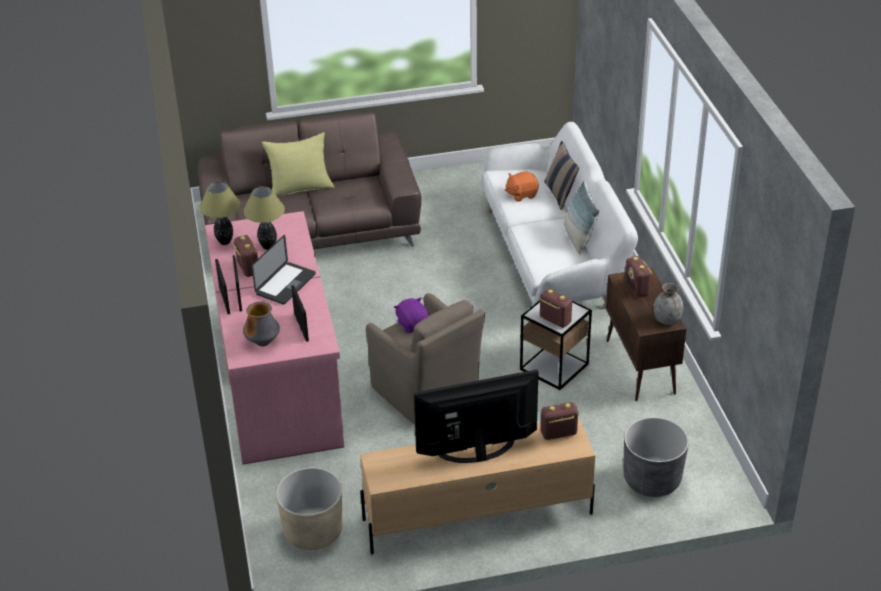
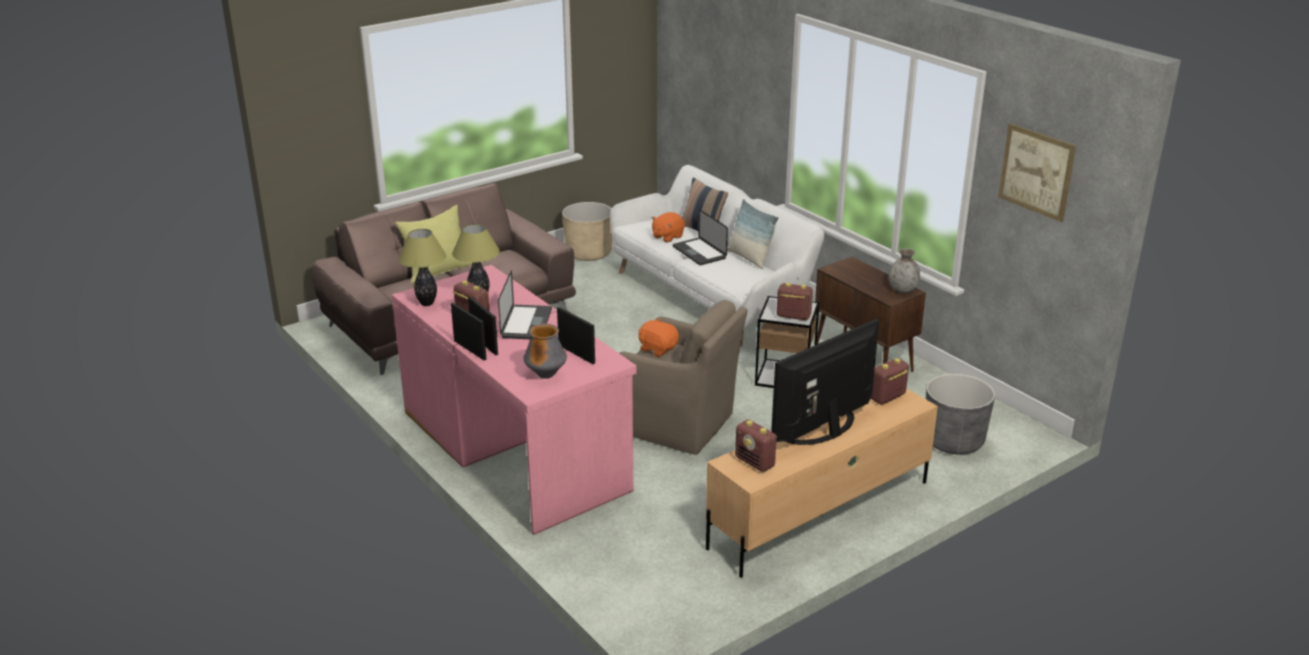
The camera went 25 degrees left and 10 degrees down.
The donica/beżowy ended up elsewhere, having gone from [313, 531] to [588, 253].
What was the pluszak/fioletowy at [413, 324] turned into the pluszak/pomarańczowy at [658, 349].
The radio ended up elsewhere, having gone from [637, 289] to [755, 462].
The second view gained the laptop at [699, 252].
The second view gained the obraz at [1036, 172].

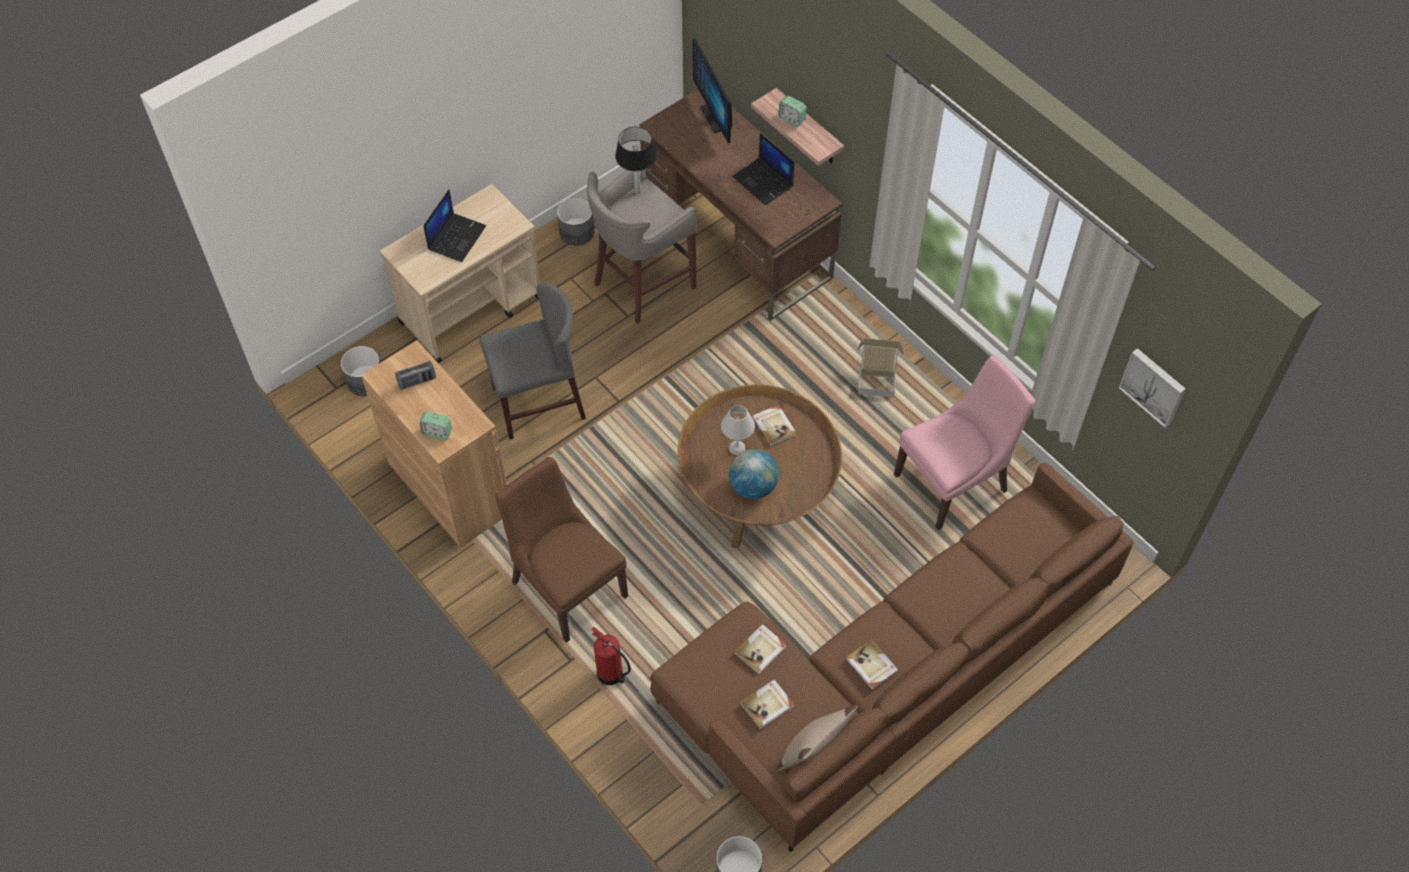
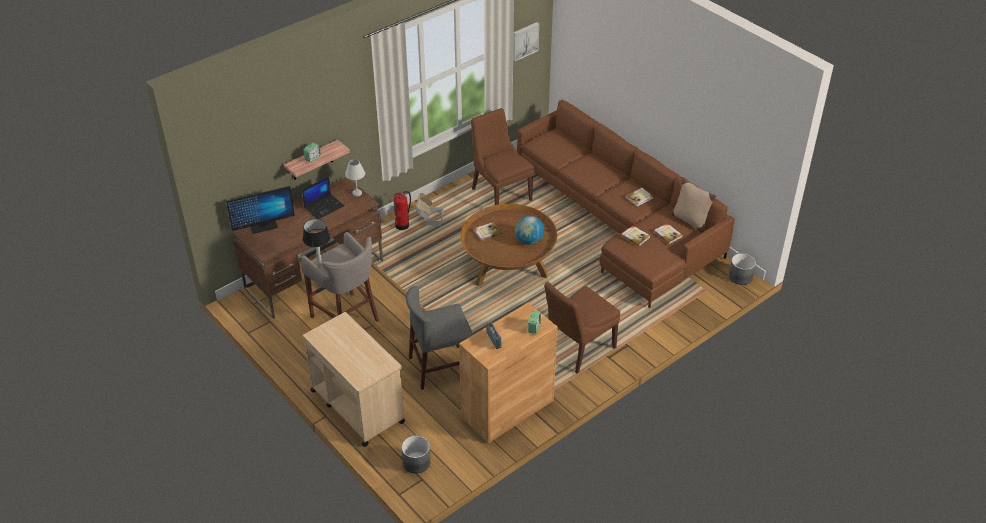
The camera went 90 degrees left and 15 degrees down.
The second view lost the laptop at [456, 237].
The krzesło/szary at [538, 403] ended up facing another way, 90 degrees counterclockwise from before.
The second view lost the donica/szary at [576, 232].
The gaśnica ended up elsewhere, having gone from [611, 675] to [403, 225].
The lampa stołowa/biały ended up elsewhere, having gone from [736, 448] to [356, 193].
What was the krzesło/różowy at [954, 481] turned into the krzesło/brązowy at [500, 193].

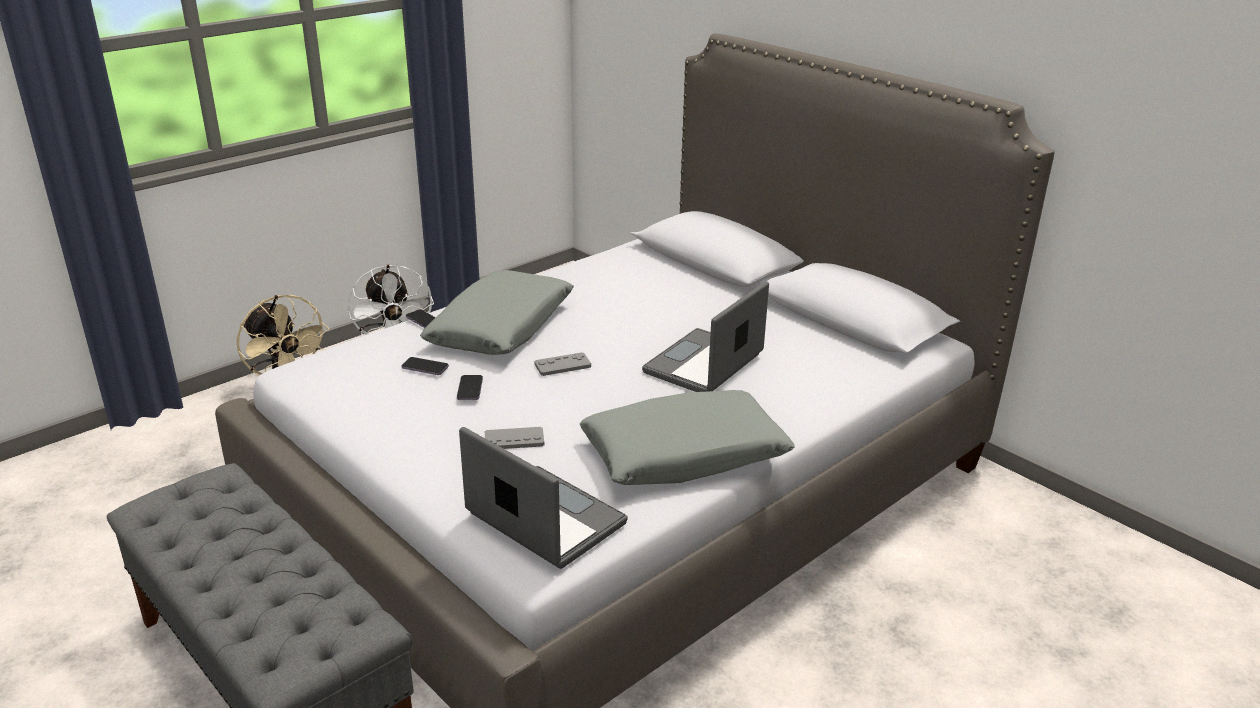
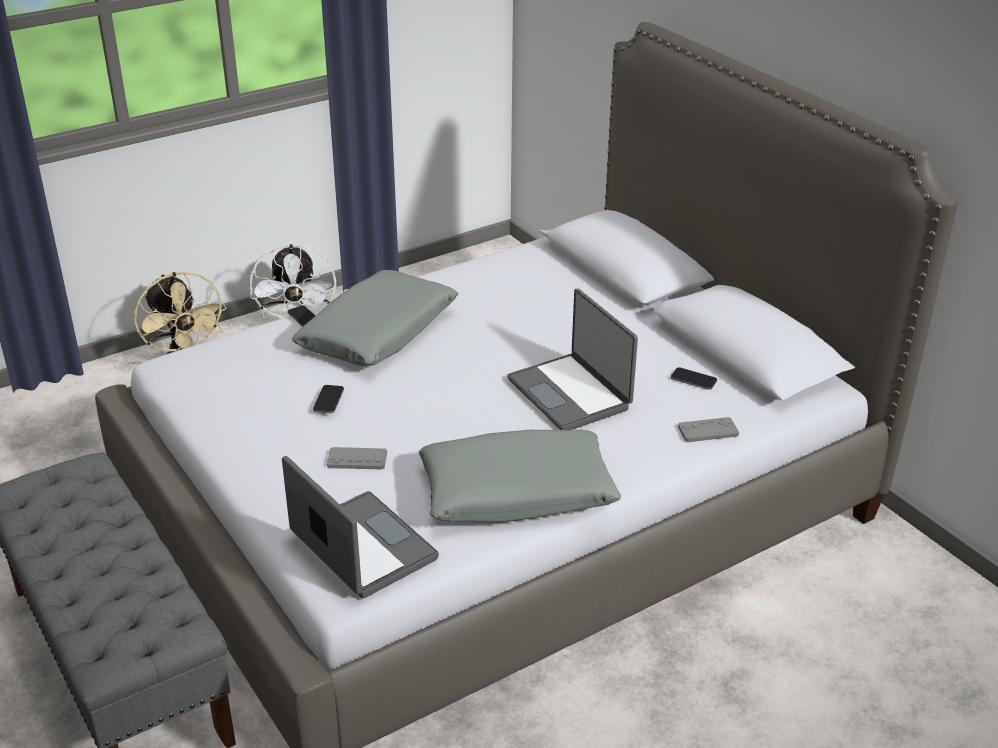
The camera went 10 degrees right and 5 degrees up.
The telefon ended up elsewhere, having gone from [425, 368] to [693, 380].
The pad do gier/szary ended up elsewhere, having gone from [562, 365] to [708, 431].
The laptop at [705, 365] ended up facing another way, 75 degrees counterclockwise from before.

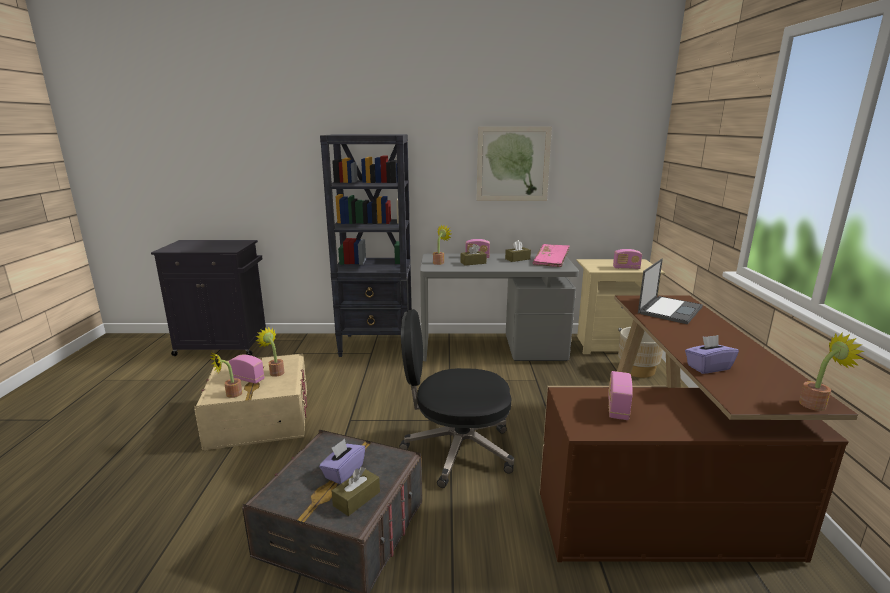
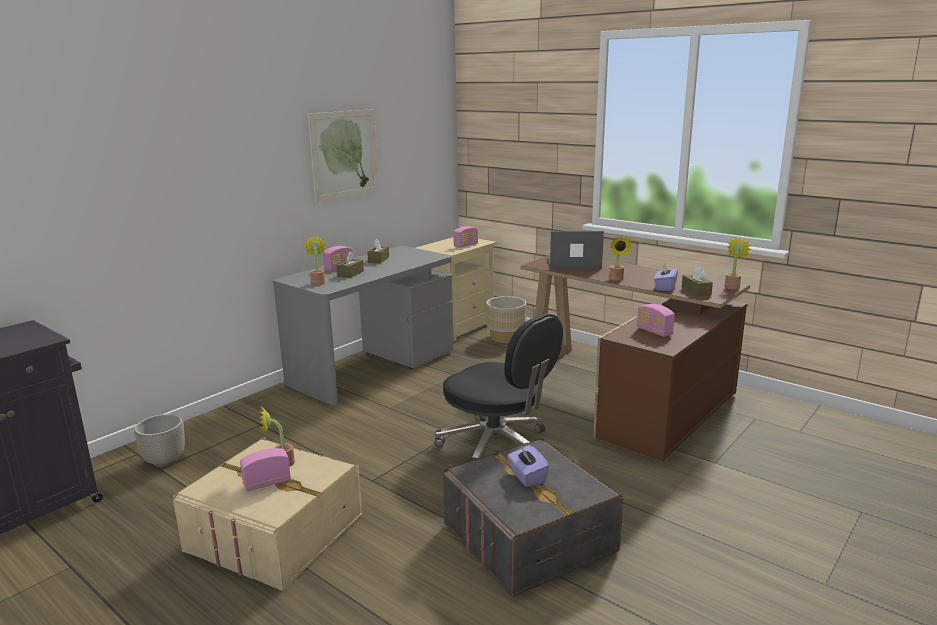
The camera went 50 degrees left and 0 degrees up.
The roślina doniczkowa ended up elsewhere, having gone from [230, 395] to [617, 279].
The second view lost the regał/czarny at [377, 345].
The pudełko chusteczek/brązowy ended up elsewhere, having gone from [356, 499] to [696, 291].
The krzesło biurowe/czarny at [456, 450] ended up facing another way, 90 degrees counterclockwise from before.
The second view lost the książka/różowy at [551, 262].
The laptop at [670, 310] ended up facing another way, 75 degrees counterclockwise from before.
The second view gained the donica/szary at [165, 461].

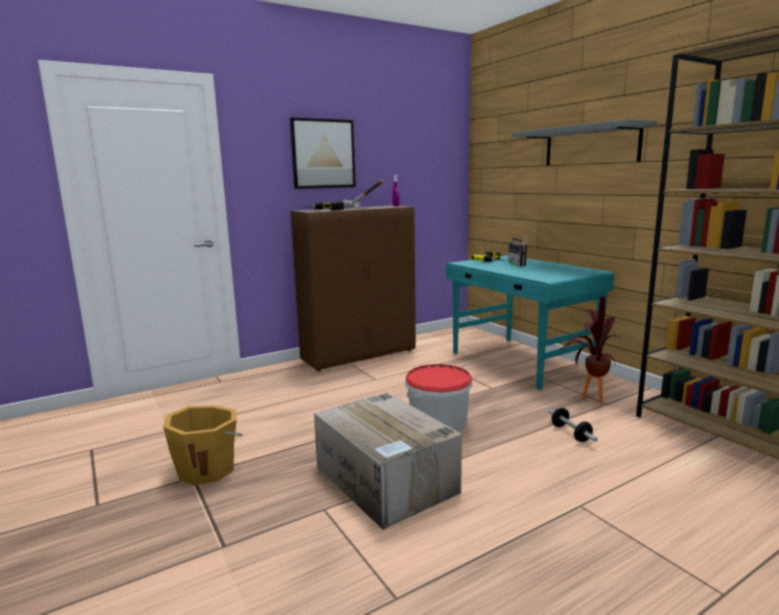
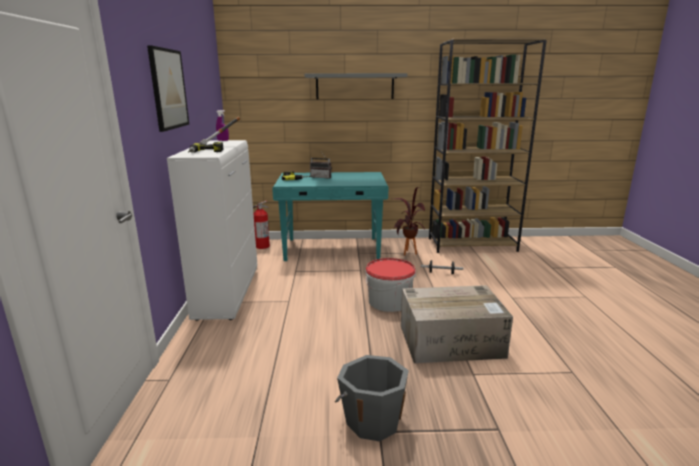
The camera went 60 degrees left and 5 degrees up.
What was the wiadro/pomarańczowy at [207, 469] turned into the wiadro/szary at [372, 420].
What was the szafka/brązowy at [360, 355] turned into the szafka/biały at [227, 293].
The second view gained the gaśnica at [262, 246].

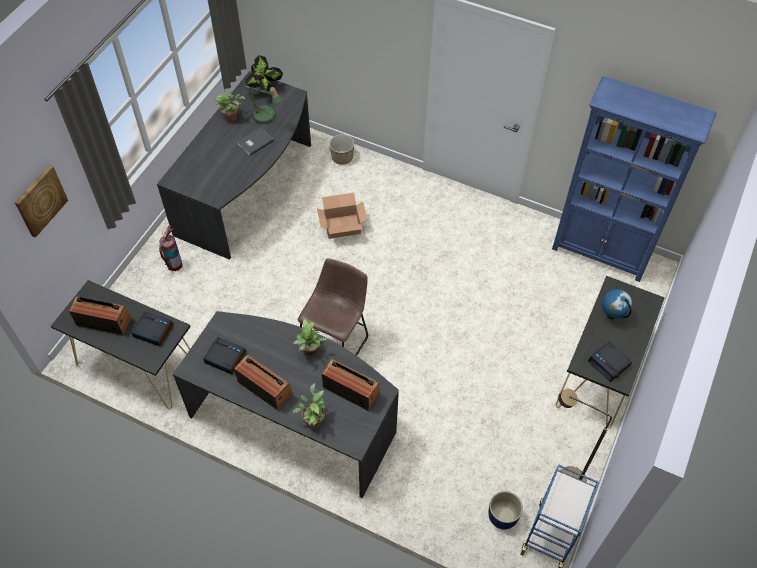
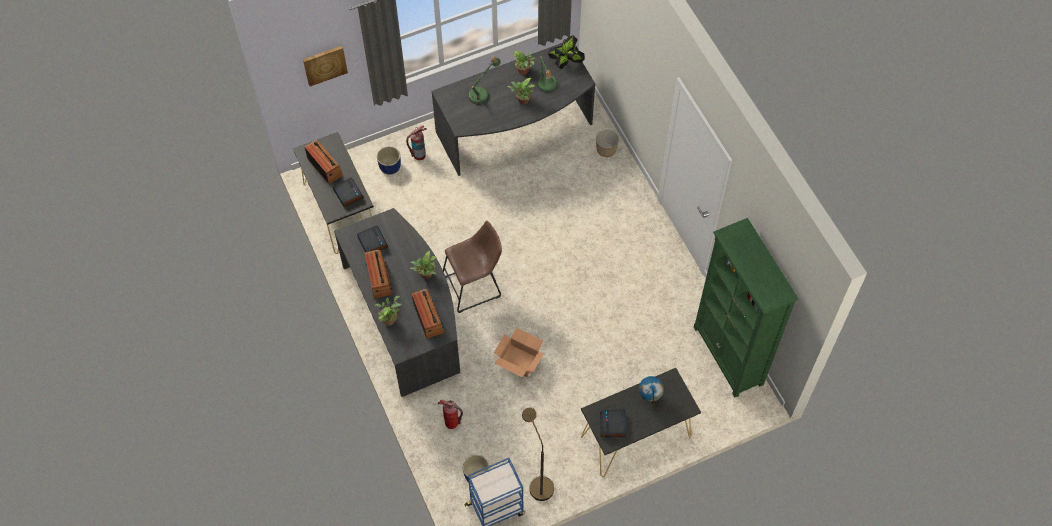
The camera went 40 degrees right and 5 degrees up.
Where the książka/szary stood at [254, 142], the roślina doniczkowa came to stand at [522, 101].
The karton ended up elsewhere, having gone from [342, 226] to [518, 360].
What was the regał/niebieski at [601, 252] turned into the regał/zielony at [728, 356].
The second view gained the donica/niebieski at [390, 167].
The second view gained the gaśnica at [451, 423].
The second view gained the lampa stołowa at [481, 94].

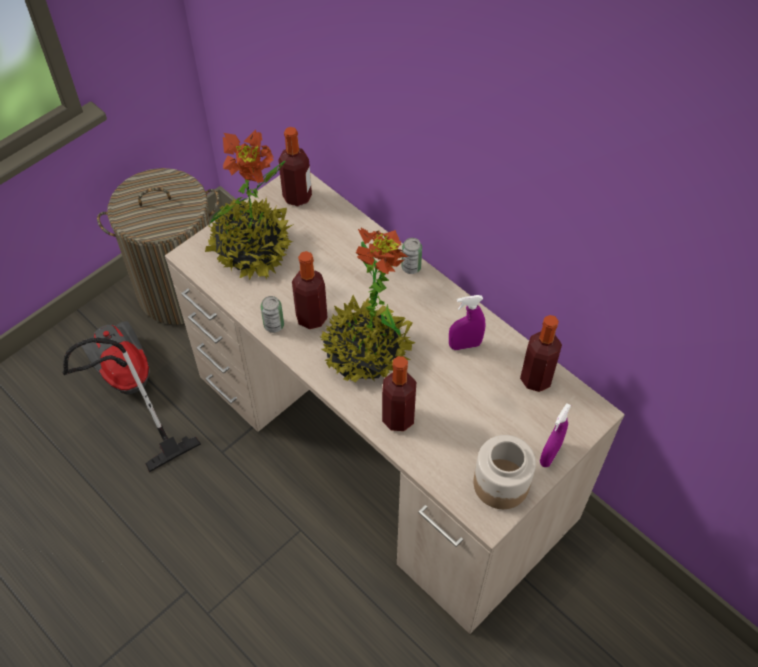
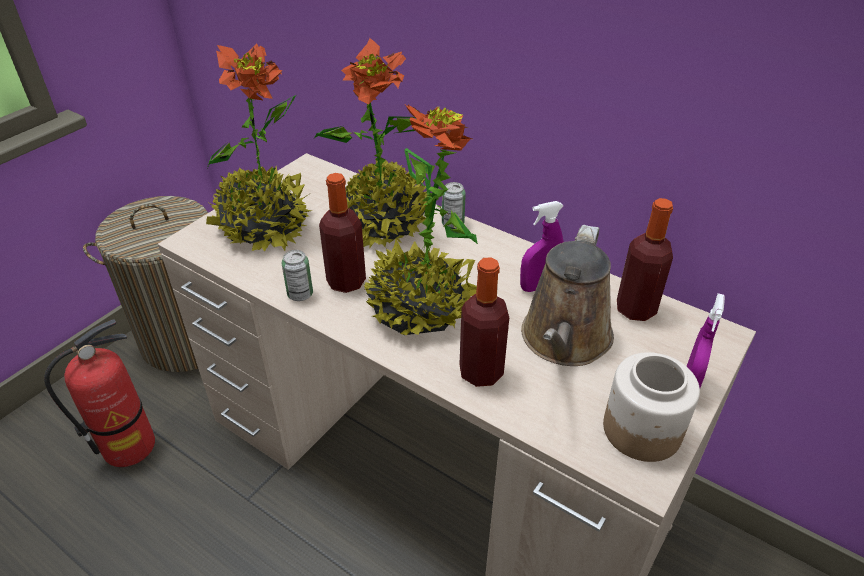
The camera went 10 degrees left and 15 degrees down.
Where the odkurzacz stood at [128, 390], the gaśnica came to stand at [129, 446].
The second view lost the butelka at [297, 196].
The second view gained the roślina doniczkowa at [382, 222].
The second view gained the konewka/brązowy at [564, 340].

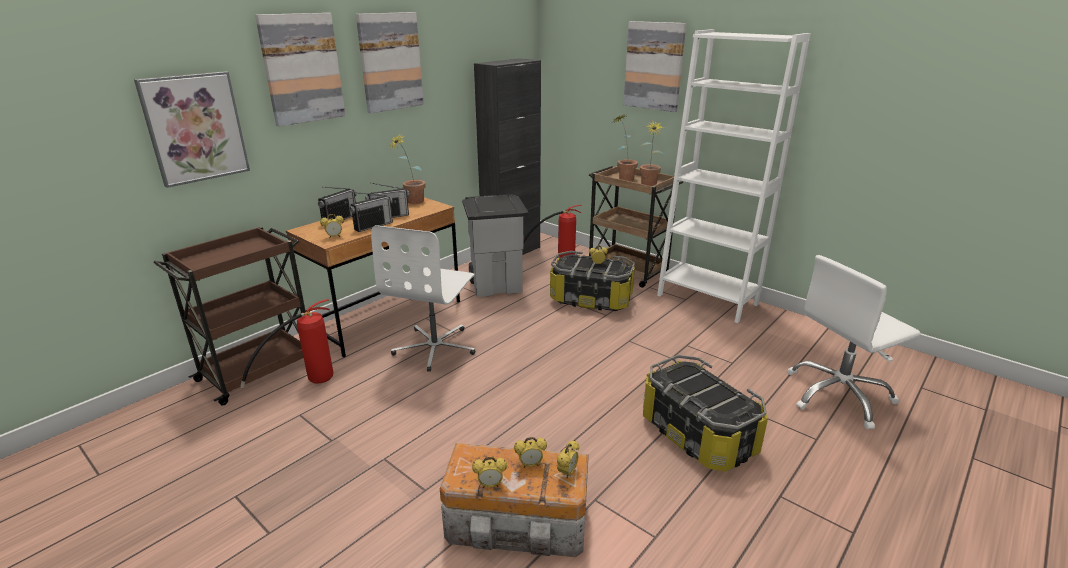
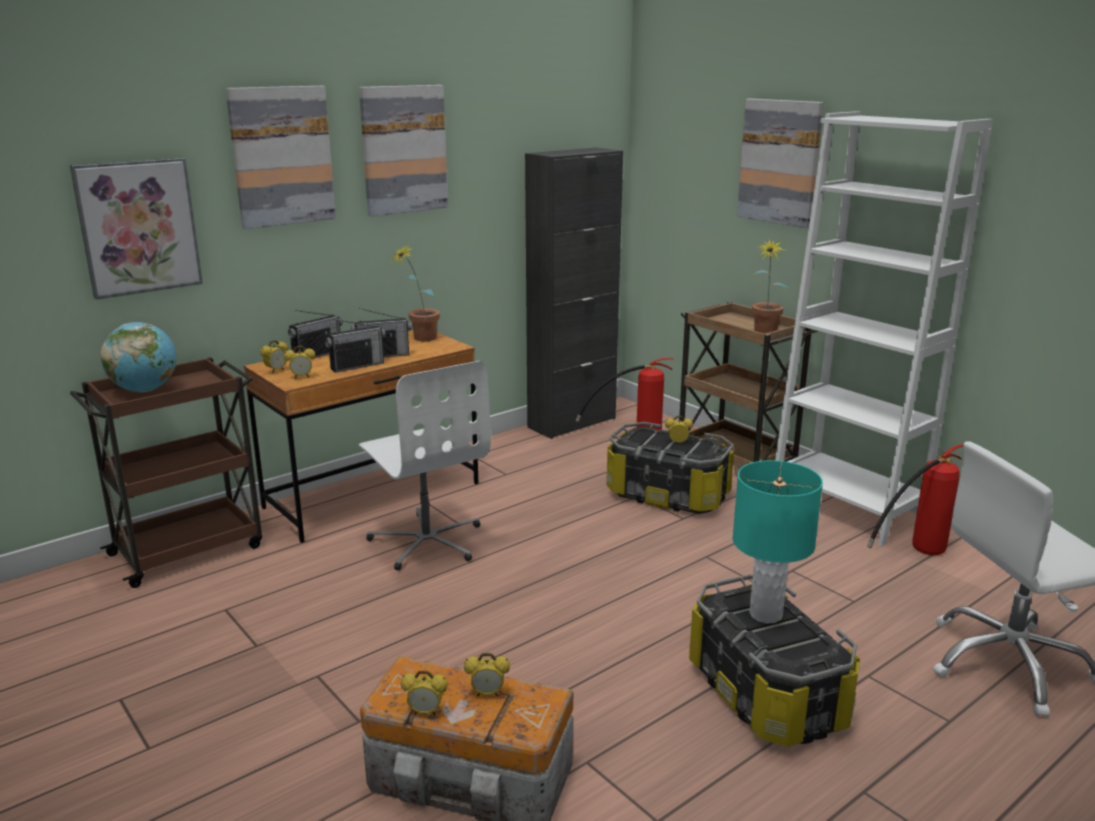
The camera went 10 degrees right and 5 degrees down.
The gaśnica ended up elsewhere, having gone from [306, 383] to [915, 553].
The krzesło biurowe/biały at [435, 347] ended up facing another way, 60 degrees counterclockwise from before.
The second view lost the kosz na śmieci/szary at [497, 285].
The budzik ended up elsewhere, having gone from [567, 472] to [276, 371].
The second view lost the roślina doniczkowa at [623, 177].
The second view gained the globus at [145, 390].
The second view gained the lampa stołowa/turkusowy at [766, 614].

